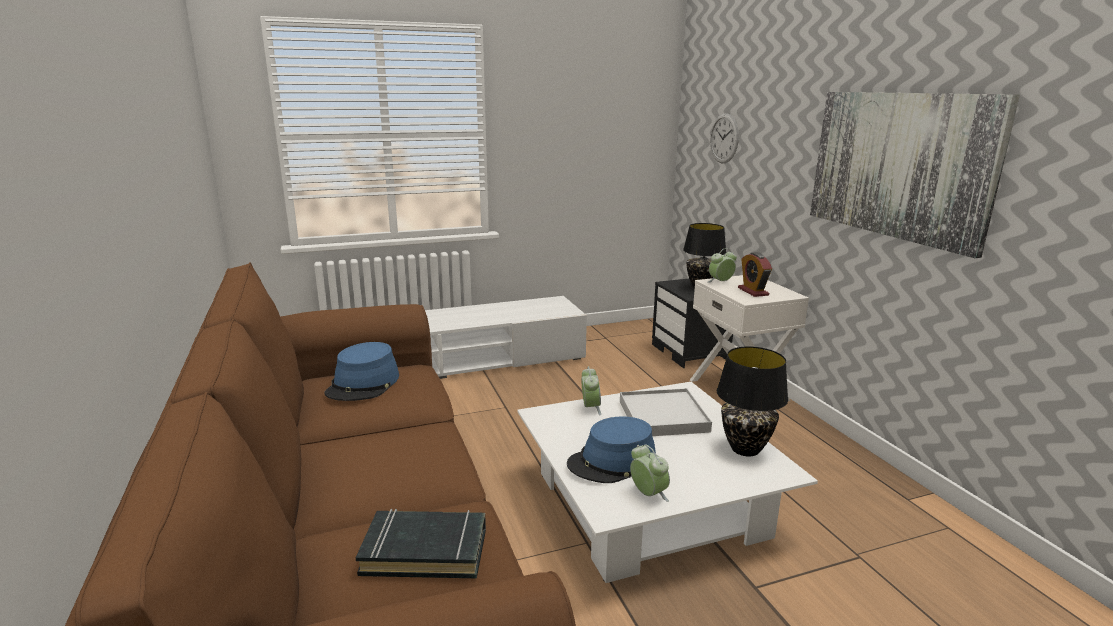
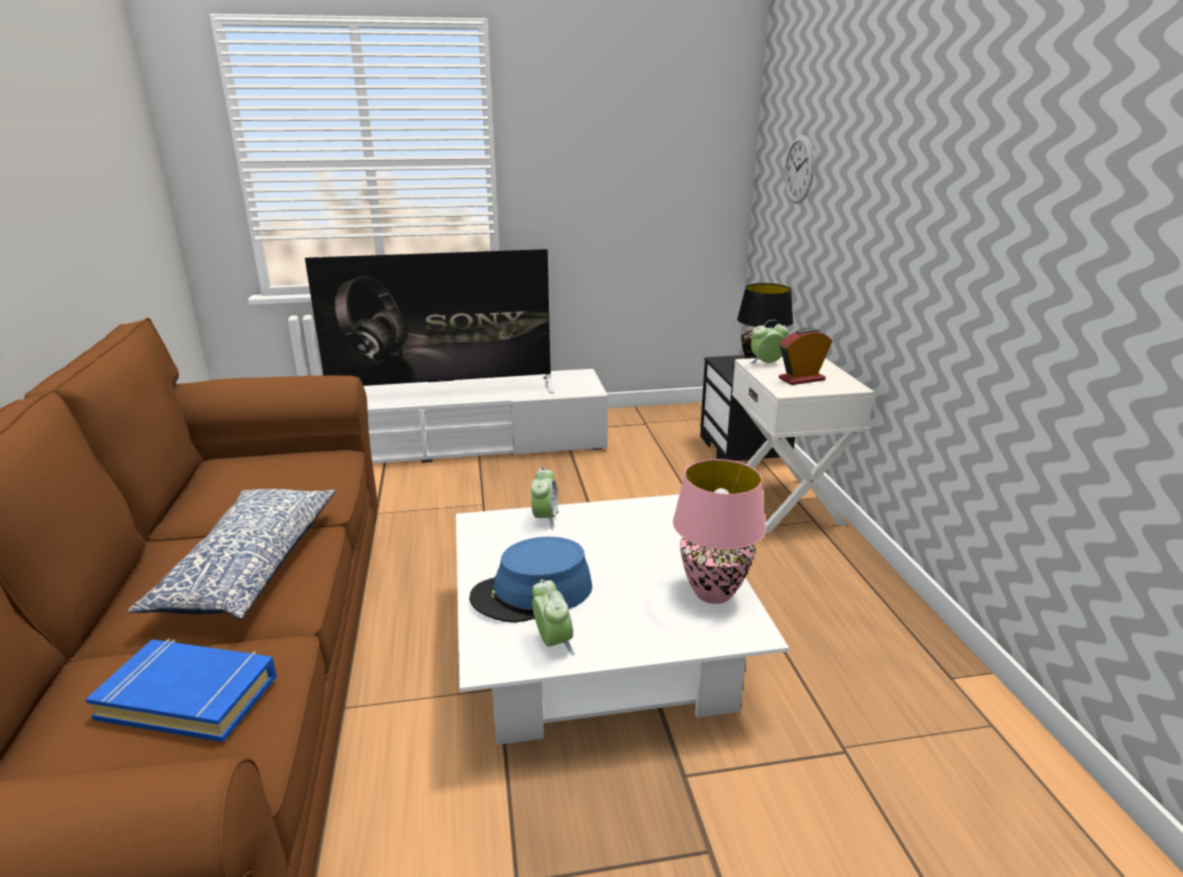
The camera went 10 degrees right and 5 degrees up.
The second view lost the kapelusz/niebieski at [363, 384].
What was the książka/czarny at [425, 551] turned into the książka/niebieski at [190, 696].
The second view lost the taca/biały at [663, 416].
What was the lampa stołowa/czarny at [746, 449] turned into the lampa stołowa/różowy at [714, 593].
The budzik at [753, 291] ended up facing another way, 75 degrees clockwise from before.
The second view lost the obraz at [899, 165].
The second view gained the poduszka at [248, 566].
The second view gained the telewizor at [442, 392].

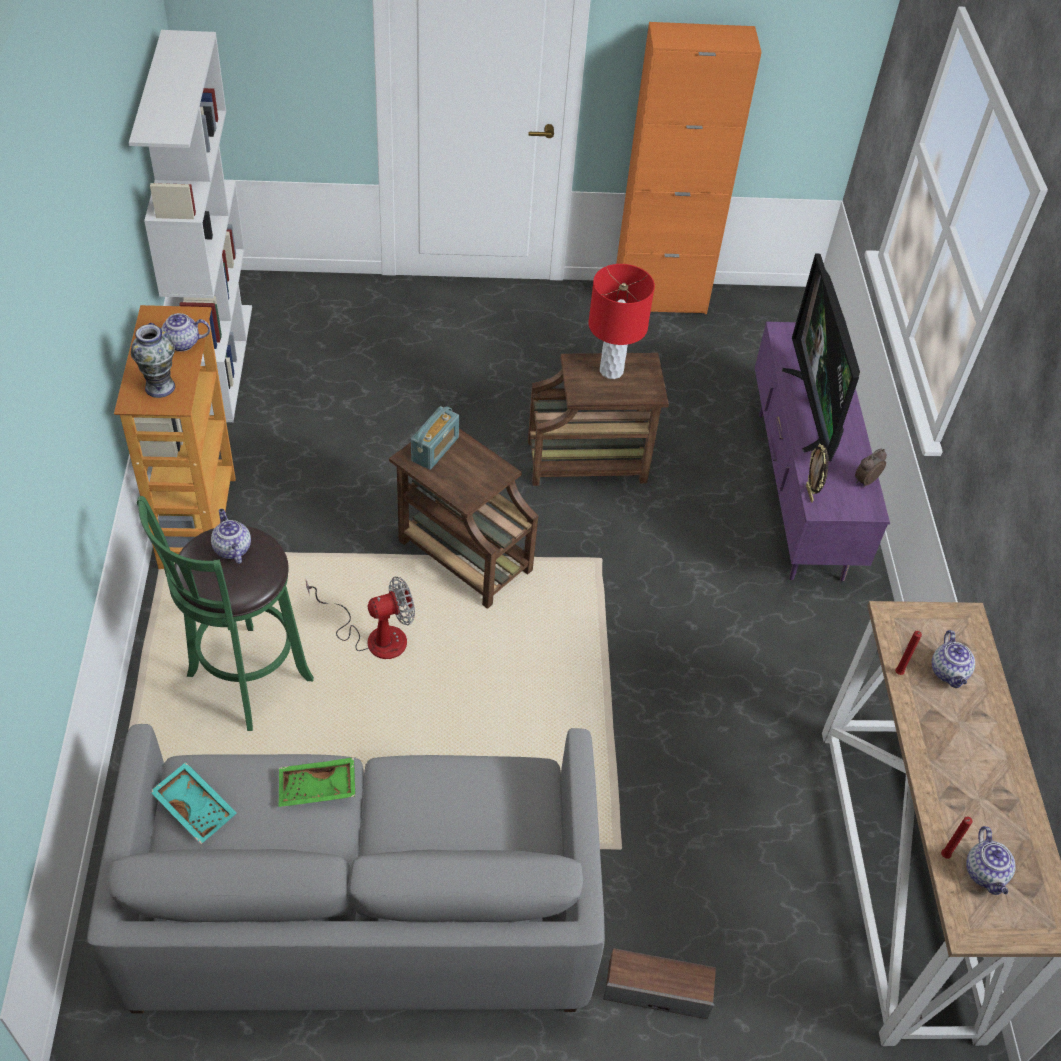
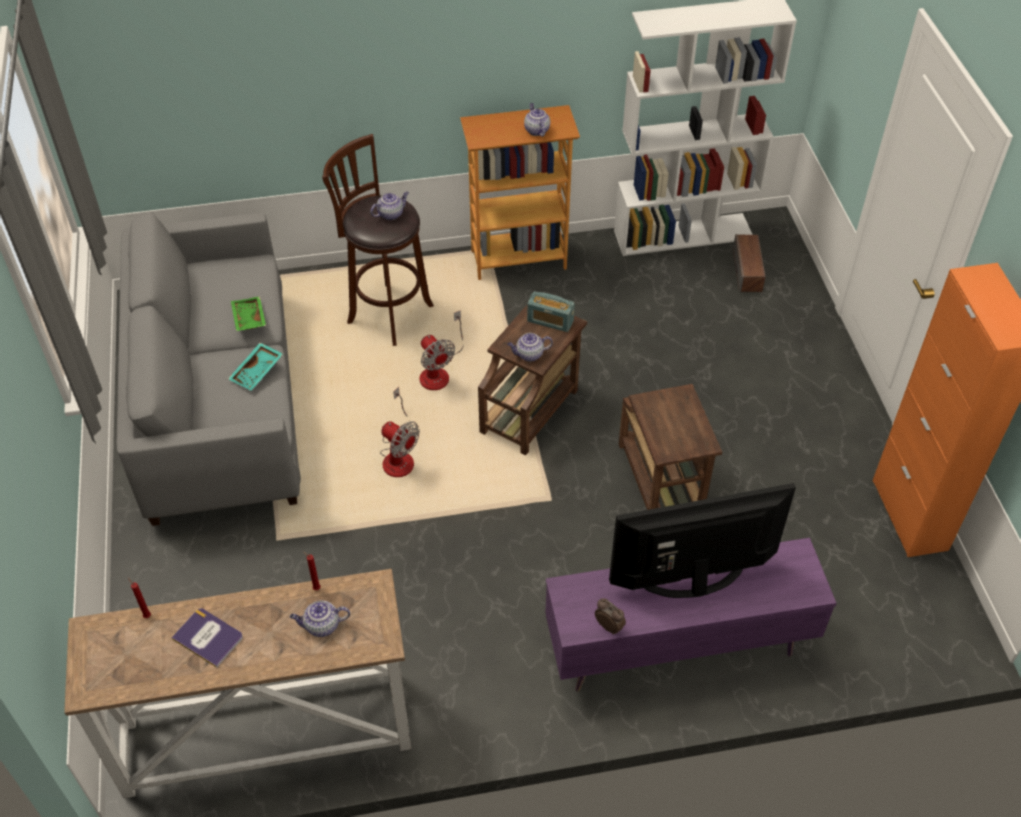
The camera went 85 degrees right and 0 degrees up.
The second view lost the wazon at [160, 387].
What was the stołek/zielony at [245, 682] turned into the stołek/brązowy at [386, 312].
The taca/turkusowy ended up elsewhere, having gone from [196, 806] to [257, 372].
The second view lost the lampa stołowa/czerwony at [611, 371].
The głośnik ended up elsewhere, having gone from [657, 989] to [747, 270].
The second view lost the ramka na zdjęcie at [810, 493].
The imbryk ended up elsewhere, having gone from [985, 873] to [529, 355].
The second view gained the książka at [208, 637].
The second view gained the wentylator at [398, 455].

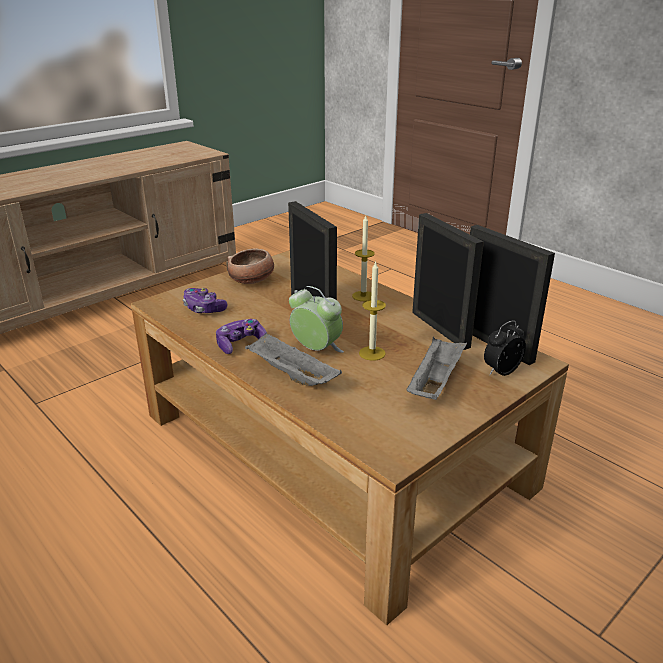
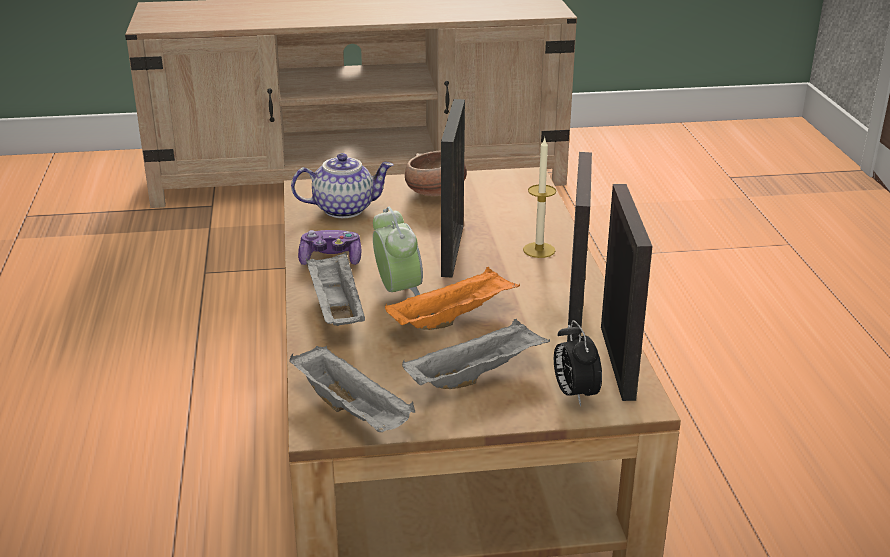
The camera went 35 degrees right and 0 degrees up.
Where the pad do gier stood at [204, 308], the imbryk came to stand at [344, 209].
Where the świeca stood at [372, 353], the taca/pomarańczowy came to stand at [452, 317].
The budzik at [501, 371] ended up facing another way, 105 degrees counterclockwise from before.
The second view gained the taca/szary at [353, 411].

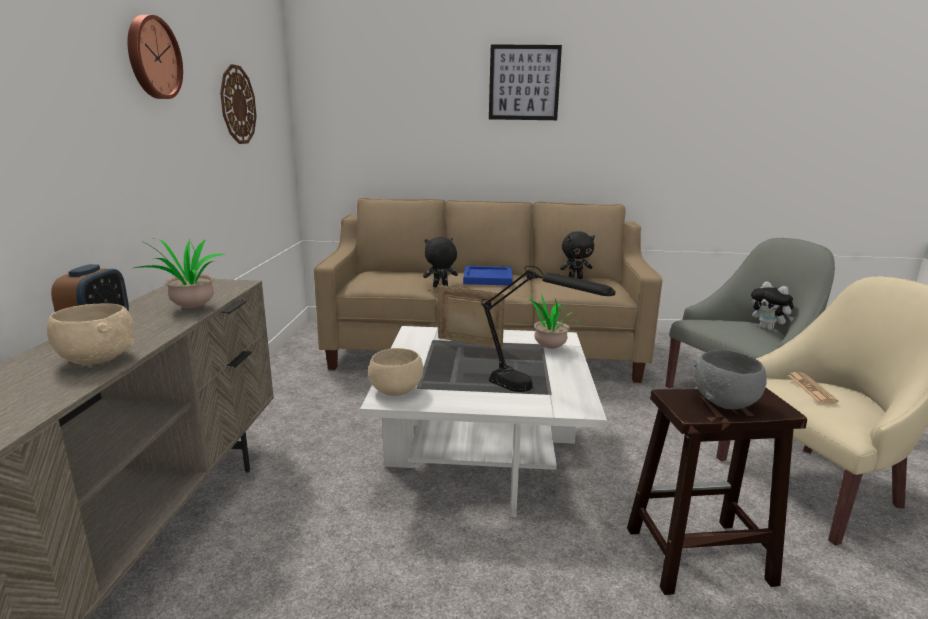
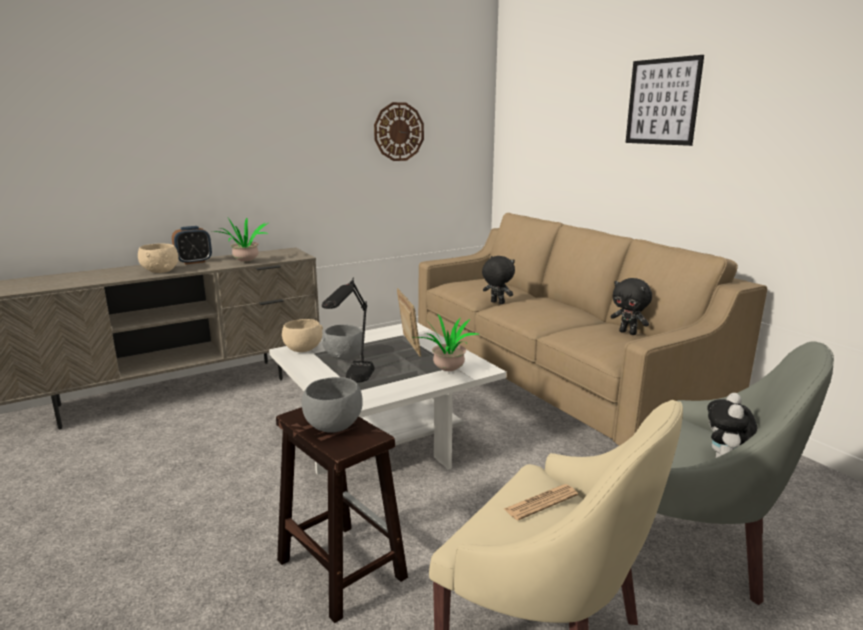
The camera went 55 degrees right and 0 degrees up.
The second view lost the zegar ścienny at [152, 58].
The second view lost the taca/niebieski at [488, 278].
The second view gained the miska/szary at [344, 356].

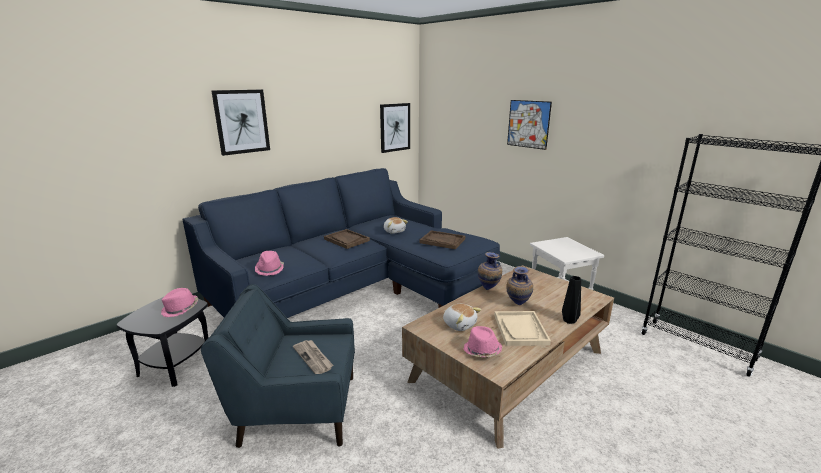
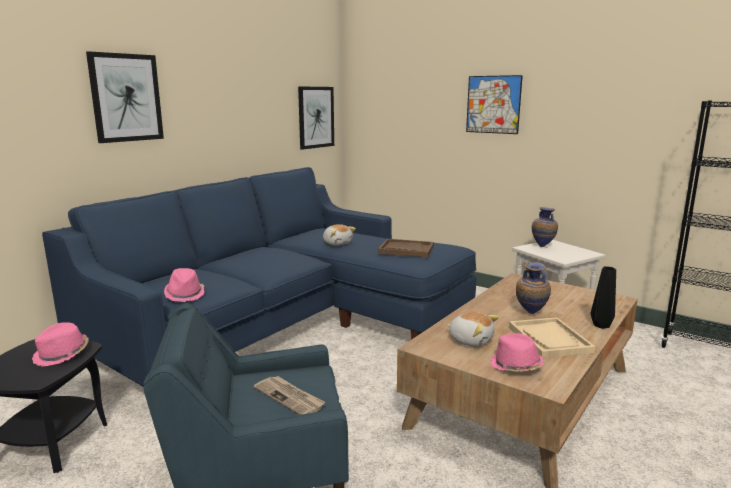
The camera went 10 degrees left and 5 degrees down.
The second view lost the taca/brązowy at [346, 240].
The wazon ended up elsewhere, having gone from [489, 289] to [543, 246].

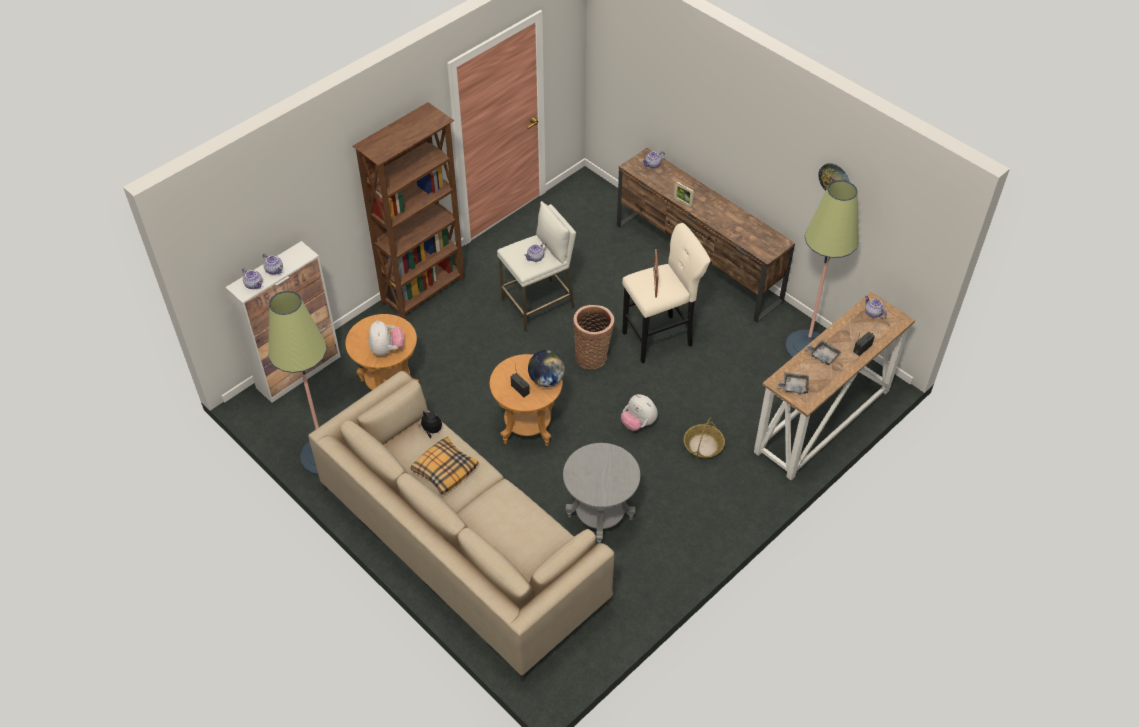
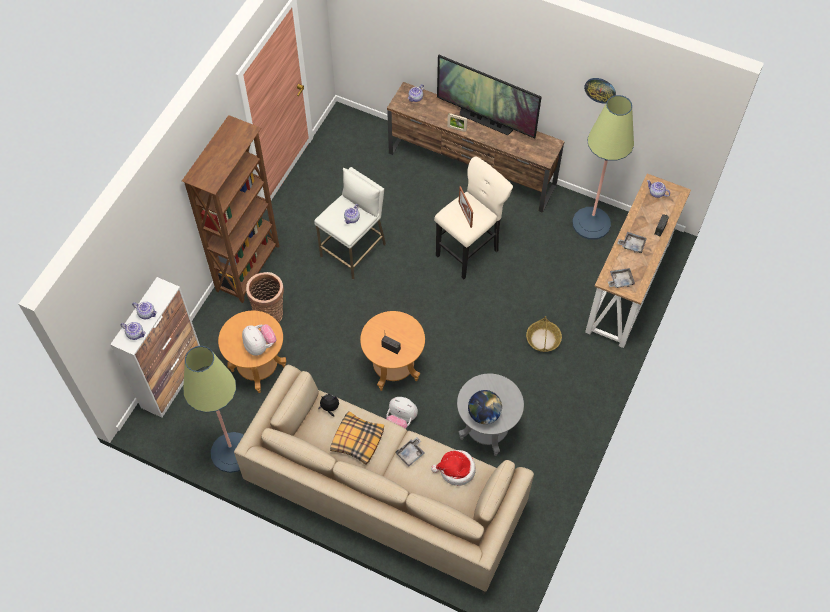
The camera went 20 degrees left and 10 degrees up.
The globus ended up elsewhere, having gone from [546, 380] to [484, 414].
The koszyk ended up elsewhere, having gone from [592, 356] to [270, 313].
The pluszak ended up elsewhere, having gone from [638, 423] to [401, 419].
The second view gained the taca/szary at [410, 453].
The second view gained the kapelusz at [456, 470].
The second view gained the telewizor at [486, 121].

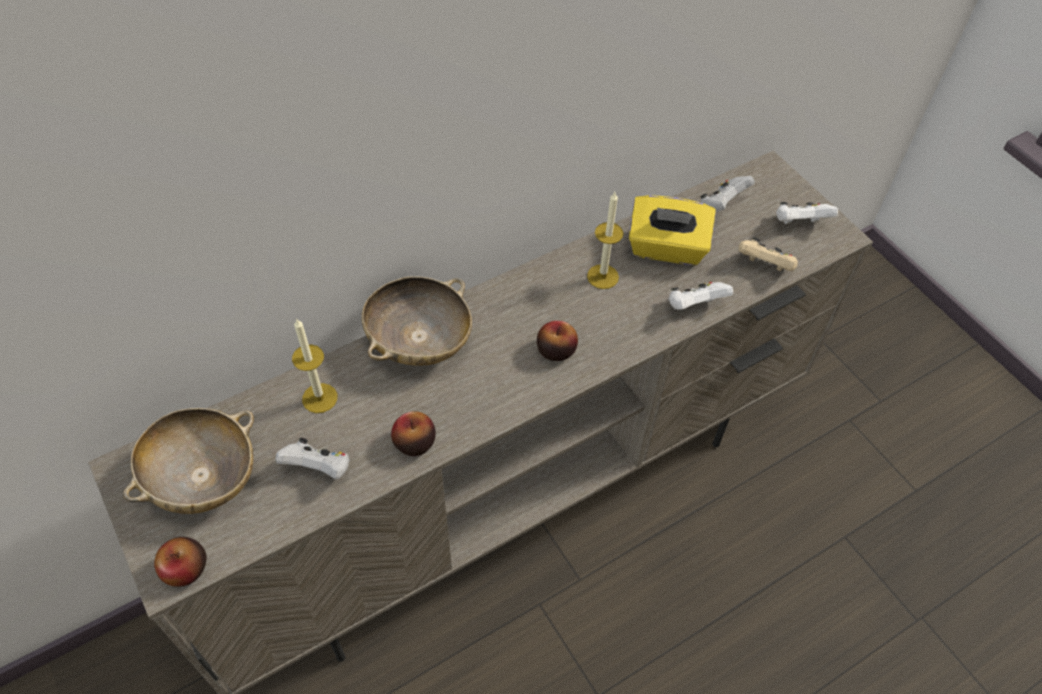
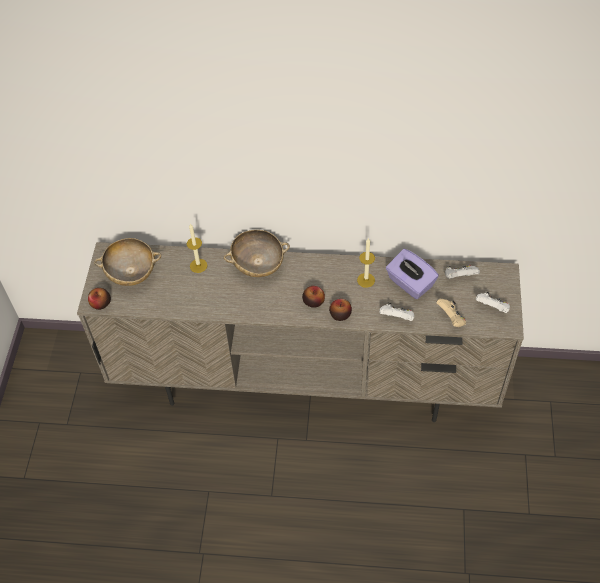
The camera went 40 degrees right and 0 degrees up.
The second view lost the pad do gier/biały at [319, 469].
The jabłko ended up elsewhere, having gone from [414, 442] to [340, 314].
What was the pudełko chusteczek/żółty at [666, 248] turned into the pudełko chusteczek/fioletowy at [410, 283].

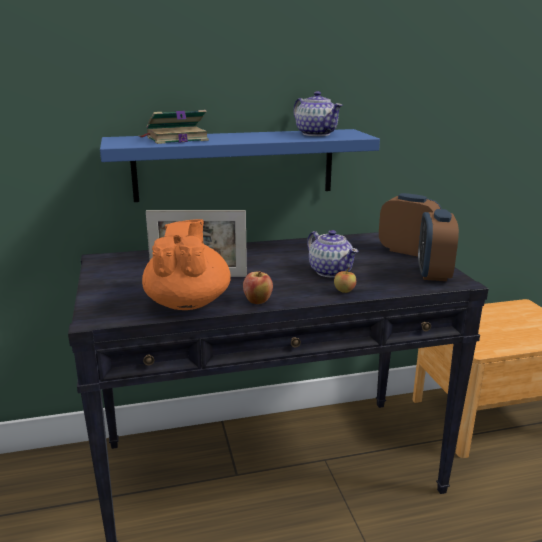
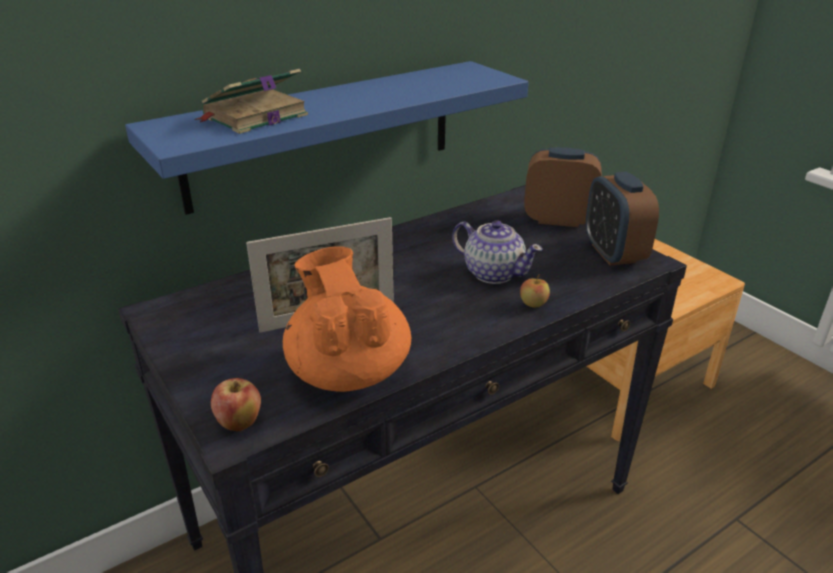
The camera went 20 degrees left and 10 degrees up.
The jabłko ended up elsewhere, having gone from [257, 301] to [239, 423].
The second view lost the imbryk at [316, 134].

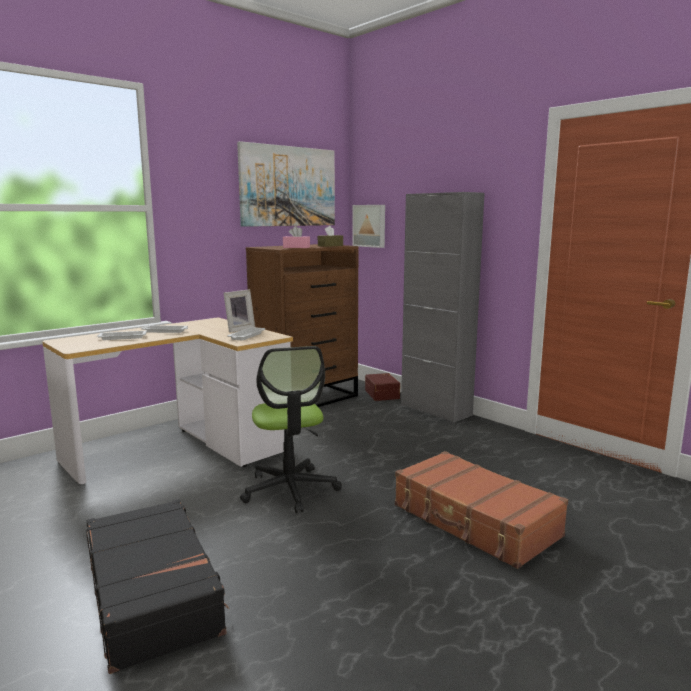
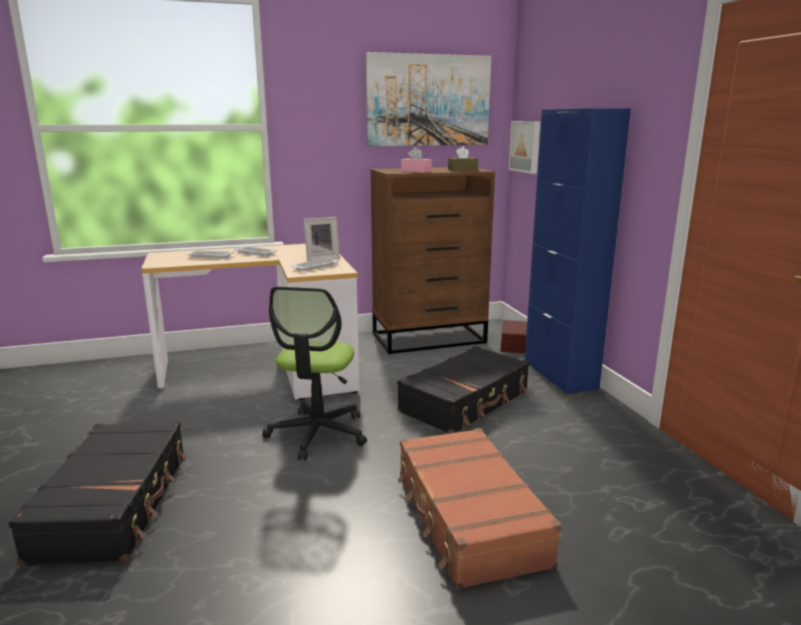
The camera went 25 degrees right and 5 degrees up.
What was the szafka/szary at [436, 410] turned into the szafka/niebieski at [559, 374].
The second view gained the walizka/czarny at [465, 401].

